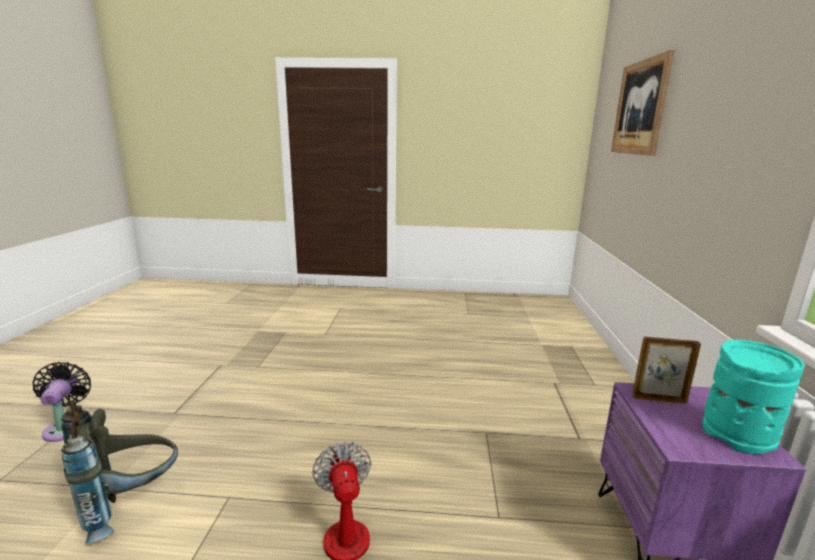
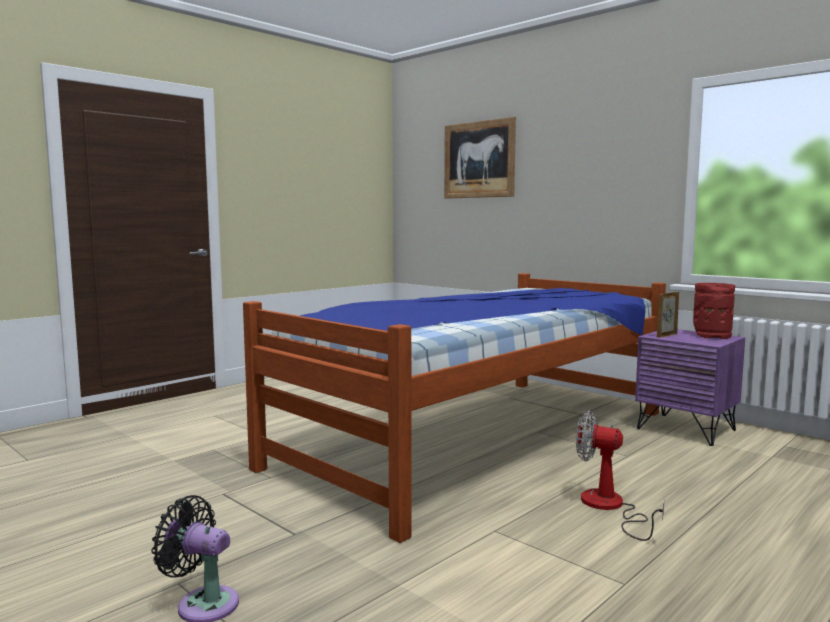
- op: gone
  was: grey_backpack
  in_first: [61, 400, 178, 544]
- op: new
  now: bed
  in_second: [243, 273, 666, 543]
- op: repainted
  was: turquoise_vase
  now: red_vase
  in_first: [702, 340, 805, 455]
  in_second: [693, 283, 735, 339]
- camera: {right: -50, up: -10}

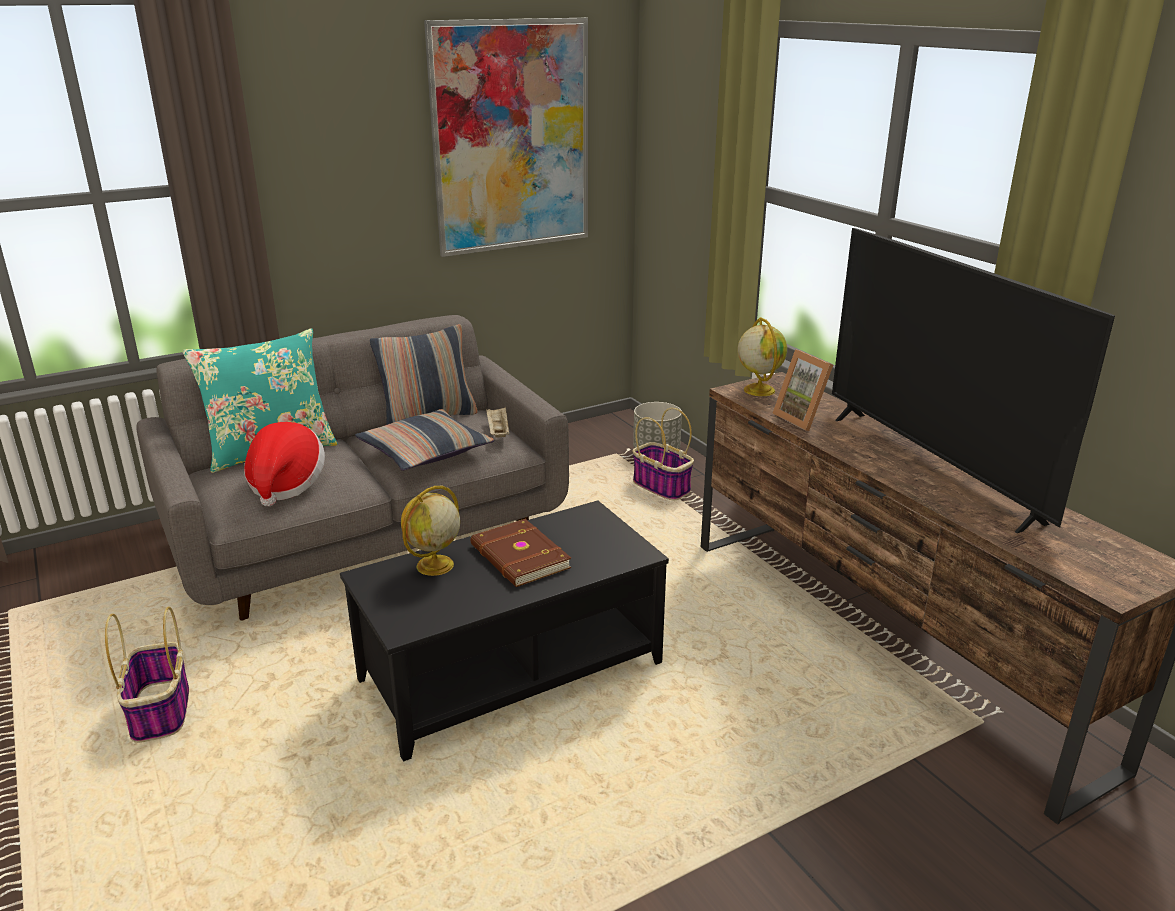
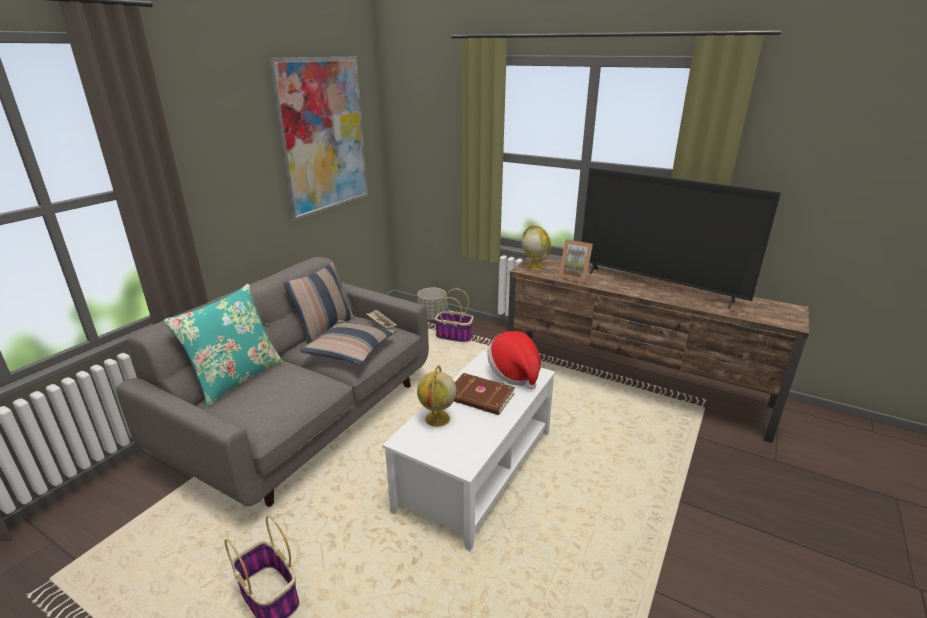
- op: shifted
  was: hat
  in_first: [244, 422, 325, 506]
  in_second: [487, 331, 541, 390]
- op: repainted
  was: black_coffee_table
  now: white_coffee_table
  in_first: [340, 501, 669, 761]
  in_second: [382, 351, 555, 551]
- camera: {right: -30, up: 0}

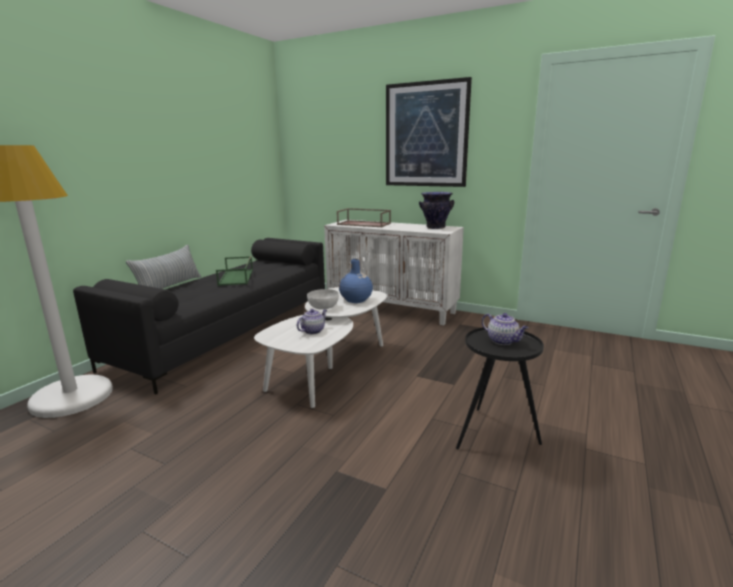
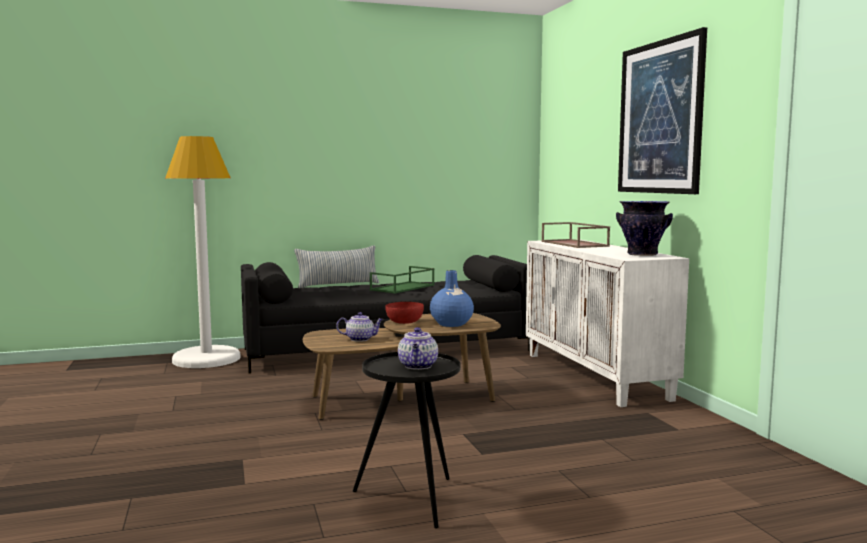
- op: repainted
  was: white_coffee_table
  now: brown_coffee_table
  in_first: [254, 287, 388, 408]
  in_second: [303, 313, 501, 420]
- op: repainted
  was: white_bowl
  now: red_bowl
  in_first: [307, 289, 339, 310]
  in_second: [385, 302, 424, 324]
- camera: {right: 45, up: -10}

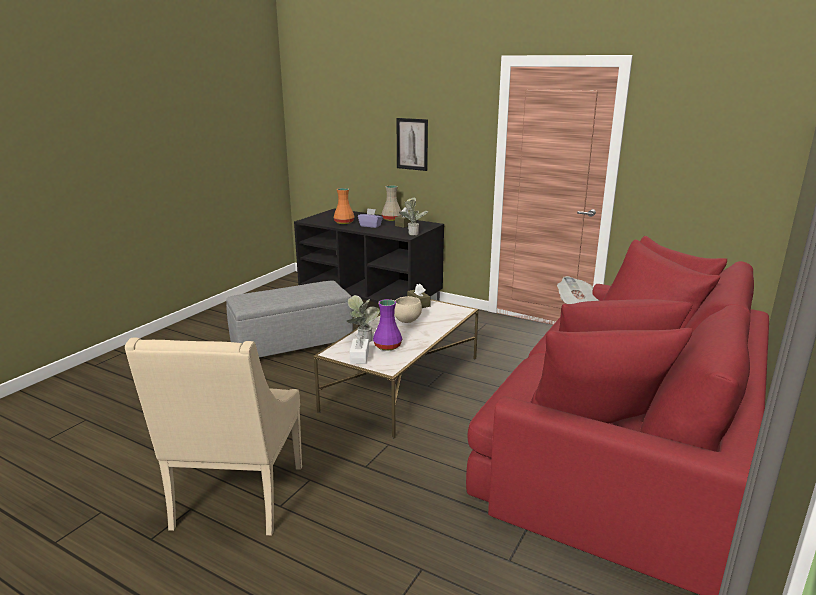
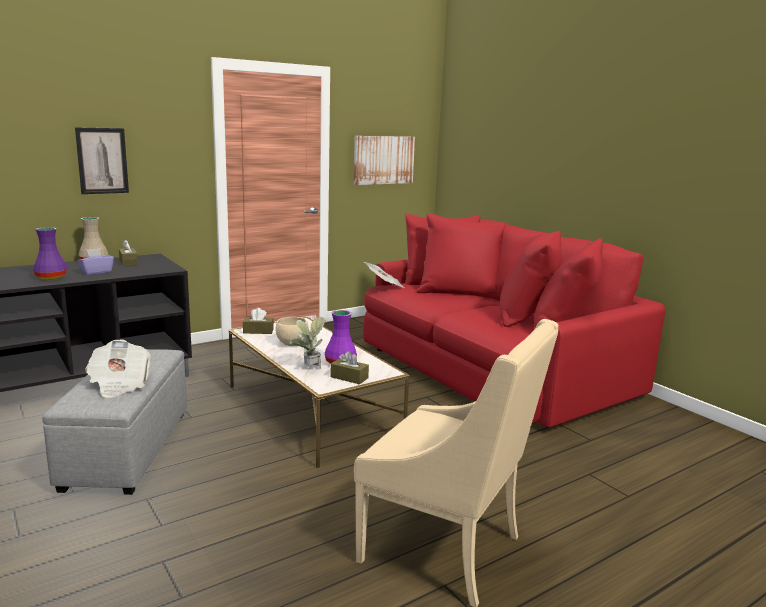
- op: gone
  was: potted_plant
  in_first: [399, 197, 428, 235]
- op: new
  now: newspaper
  in_second: [85, 340, 151, 398]
- op: new
  now: picture
  in_second: [354, 136, 415, 185]
- op: repainted
  was: orange_vase
  now: purple_vase
  in_first: [334, 188, 354, 224]
  in_second: [33, 227, 67, 279]
- op: repainted
  was: white_tissue_box
  now: brown_tissue_box
  in_first: [350, 333, 369, 364]
  in_second: [331, 351, 369, 384]
- camera: {right: -65, up: -5}

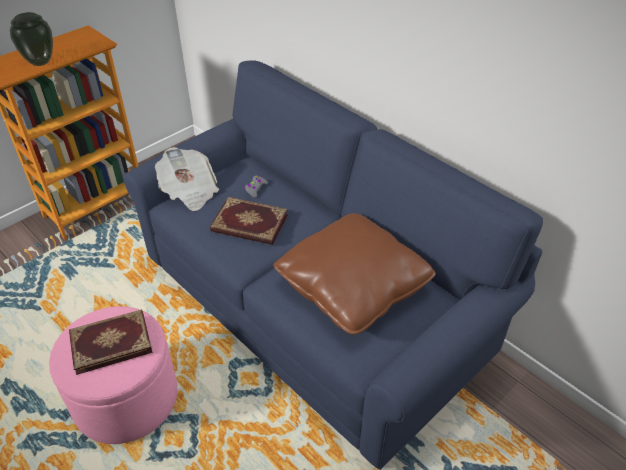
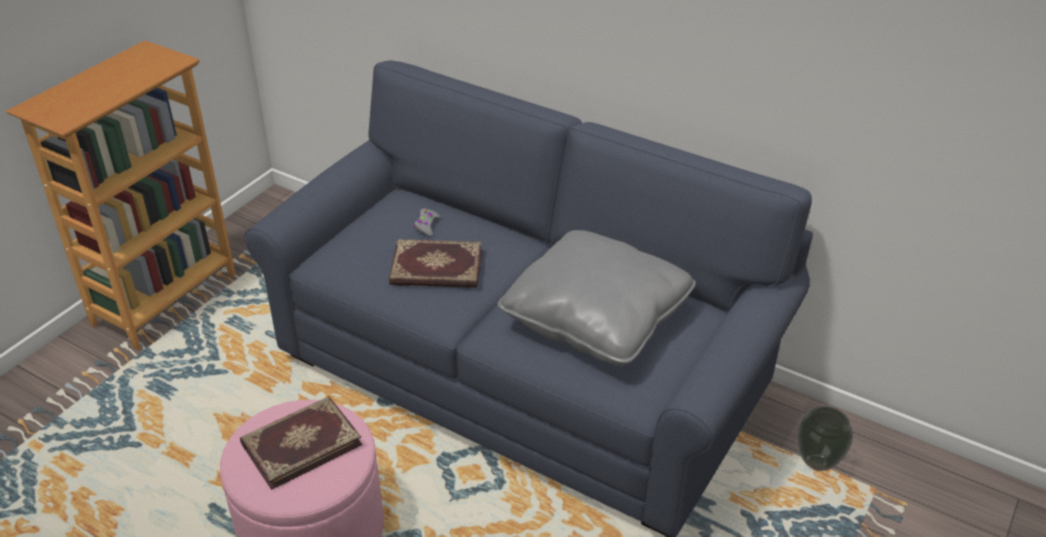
- op: gone
  was: newspaper
  in_first: [155, 147, 219, 211]
- op: shifted
  was: vase
  in_first: [10, 12, 53, 66]
  in_second: [798, 406, 853, 471]
- op: repainted
  was: brown_pillow
  now: grey_pillow
  in_first: [274, 213, 436, 335]
  in_second: [498, 230, 696, 366]
- camera: {right: -15, up: -5}

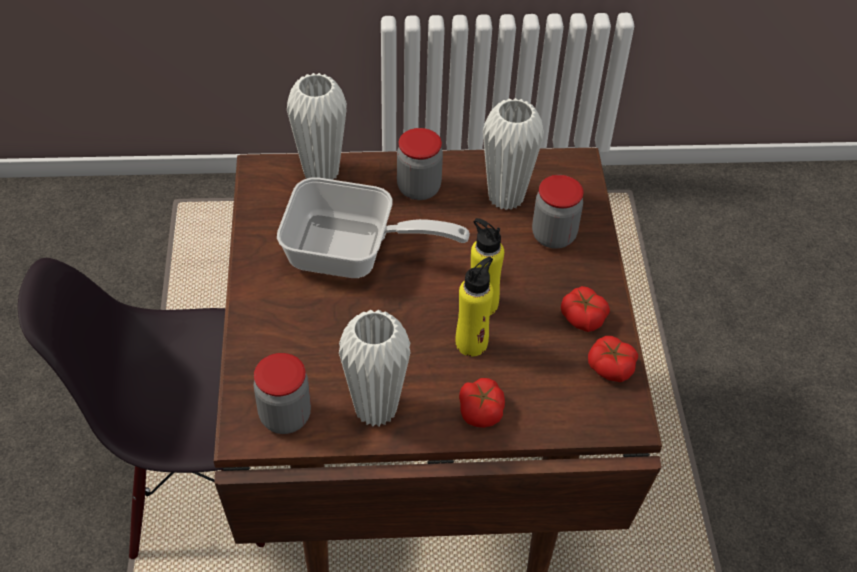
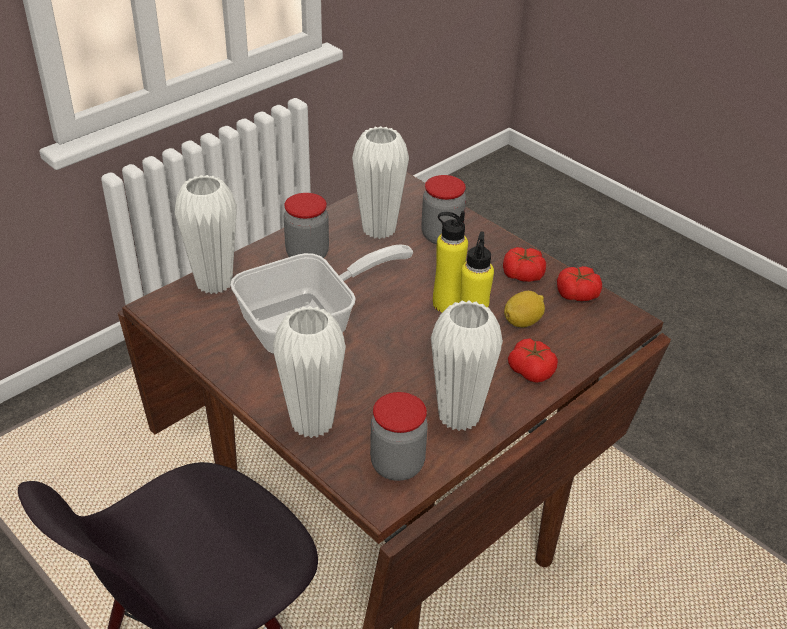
- op: new
  now: white_vase
  in_second: [273, 306, 346, 438]
- op: new
  now: lemon
  in_second: [504, 291, 545, 327]
- camera: {right: -40, up: -10}

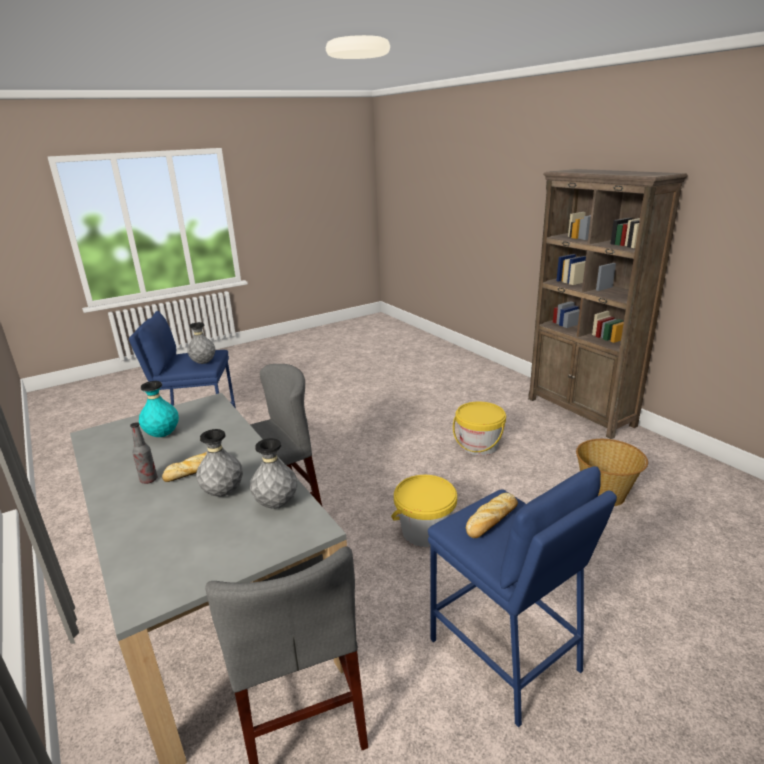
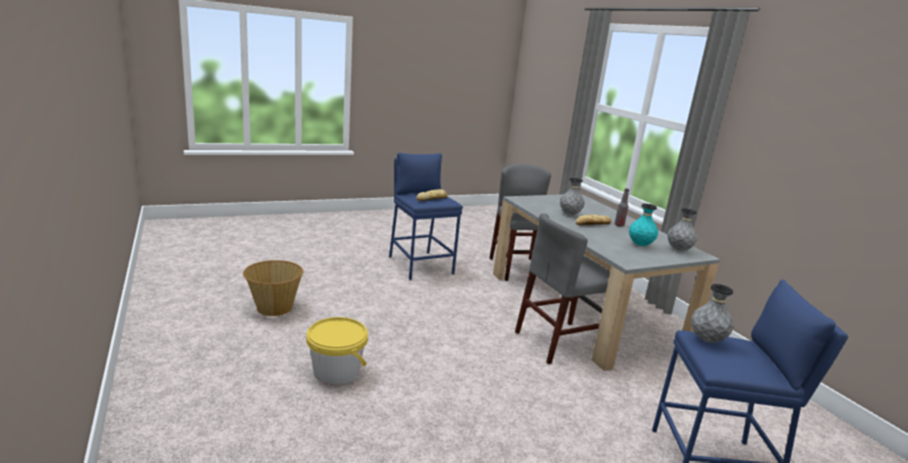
- op: gone
  was: yellow_bucket
  in_first: [391, 475, 457, 547]
- op: gone
  was: brown_bookcase
  in_first: [528, 169, 688, 439]
- op: shifted
  was: grey_vase
  in_first: [250, 438, 297, 509]
  in_second: [667, 208, 697, 251]
- camera: {right: -175, up: -5}

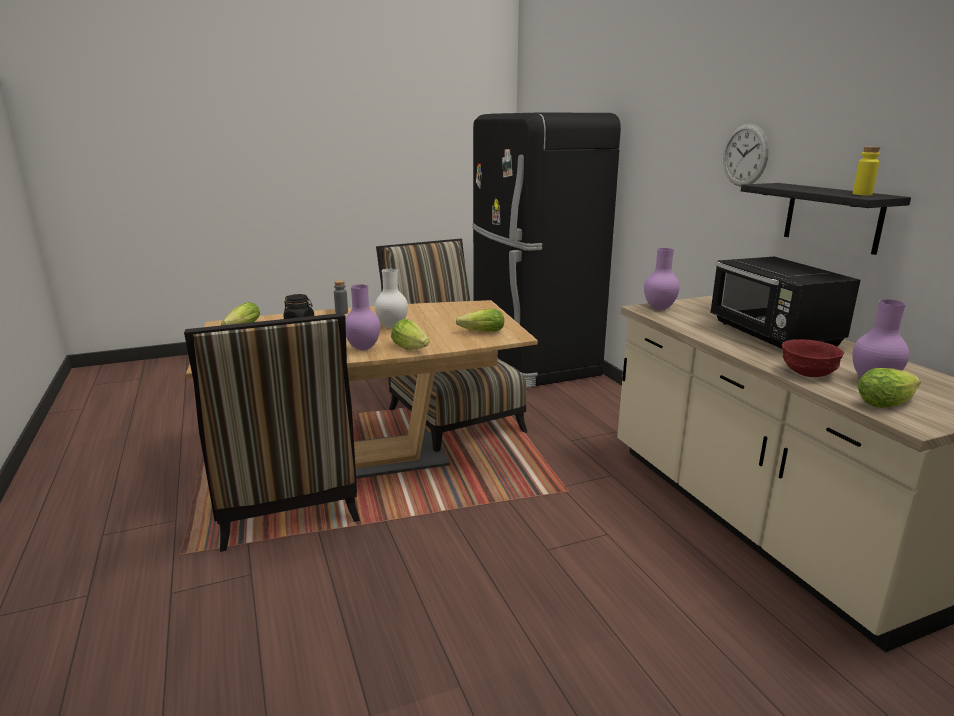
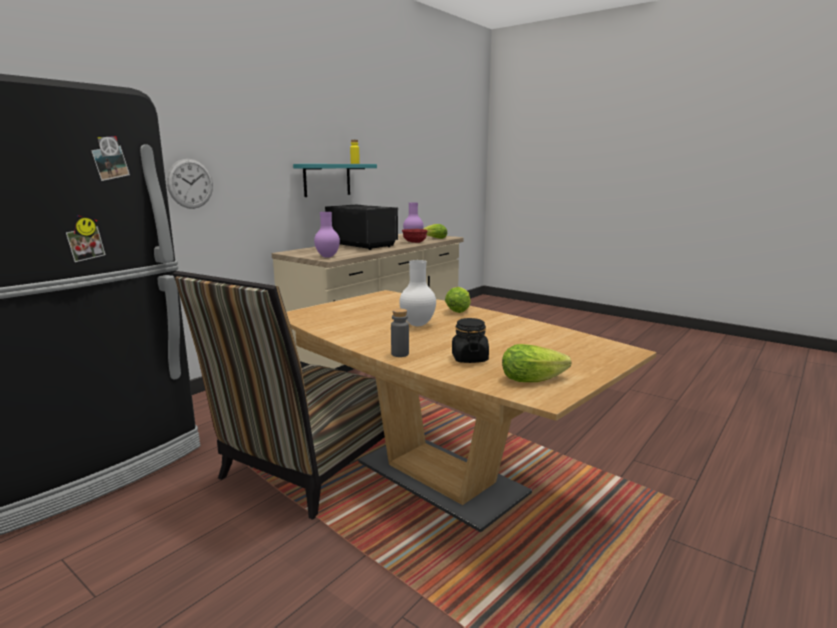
- op: gone
  was: chair
  in_first: [184, 313, 360, 552]
- op: gone
  was: purple_vase
  in_first: [345, 284, 380, 350]
- op: gone
  was: lettuce
  in_first: [456, 309, 504, 332]
- op: shifted
  was: wall_clock
  in_first: [723, 124, 769, 187]
  in_second: [167, 159, 213, 209]
- op: repainted
  was: black_shelf
  now: turquoise_shelf
  in_first: [741, 183, 911, 255]
  in_second: [293, 164, 377, 197]
- op: rotated
  was: black_microwave
  in_first: [710, 257, 860, 349]
  in_second: [325, 205, 399, 250]
  clockwise: -90
- camera: {right: -120, up: -5}

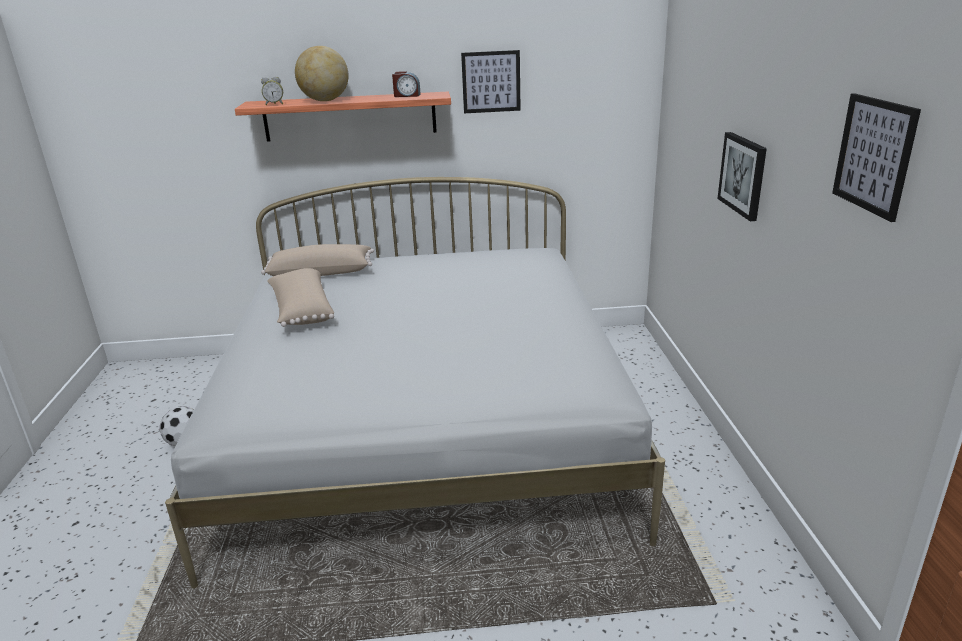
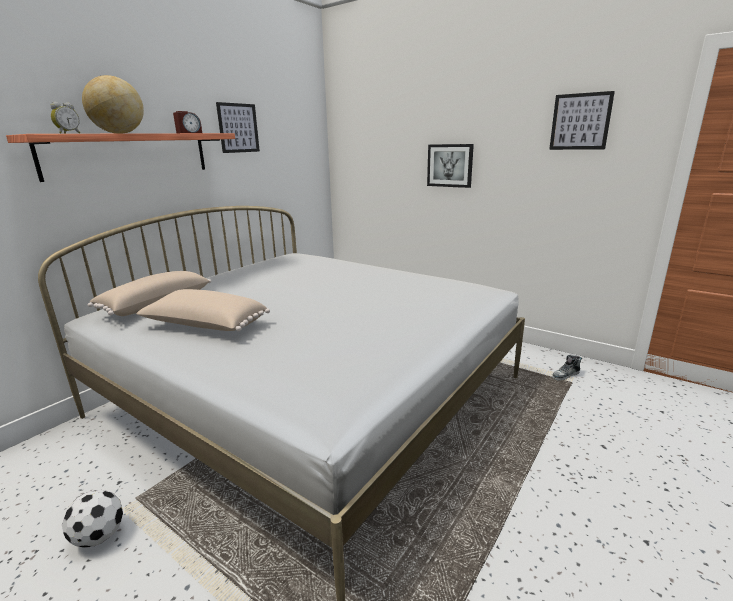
- op: new
  now: shoe
  in_second: [552, 355, 582, 381]
- camera: {right: -50, up: -5}

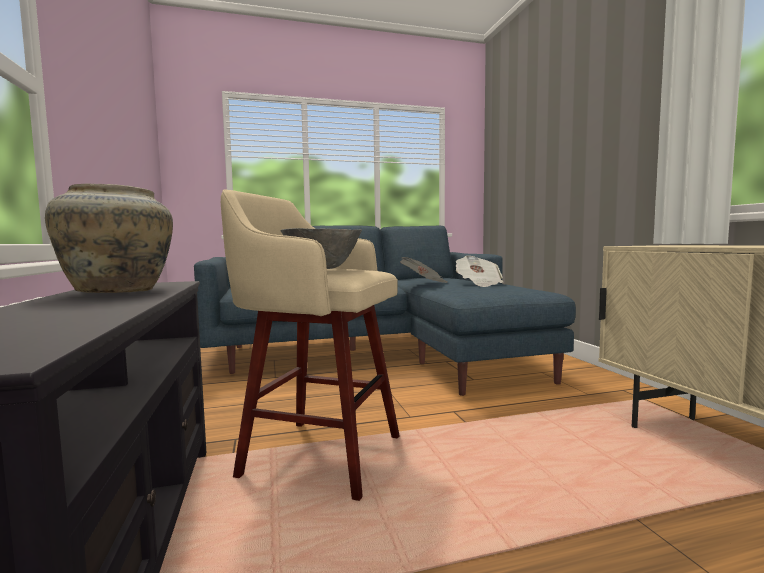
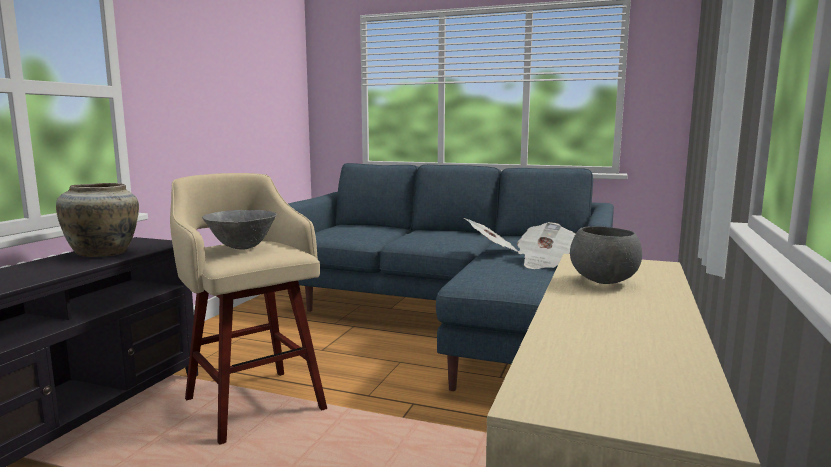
- op: new
  now: grey_bowl
  in_second: [570, 226, 642, 284]
- camera: {right: 35, up: 5}

